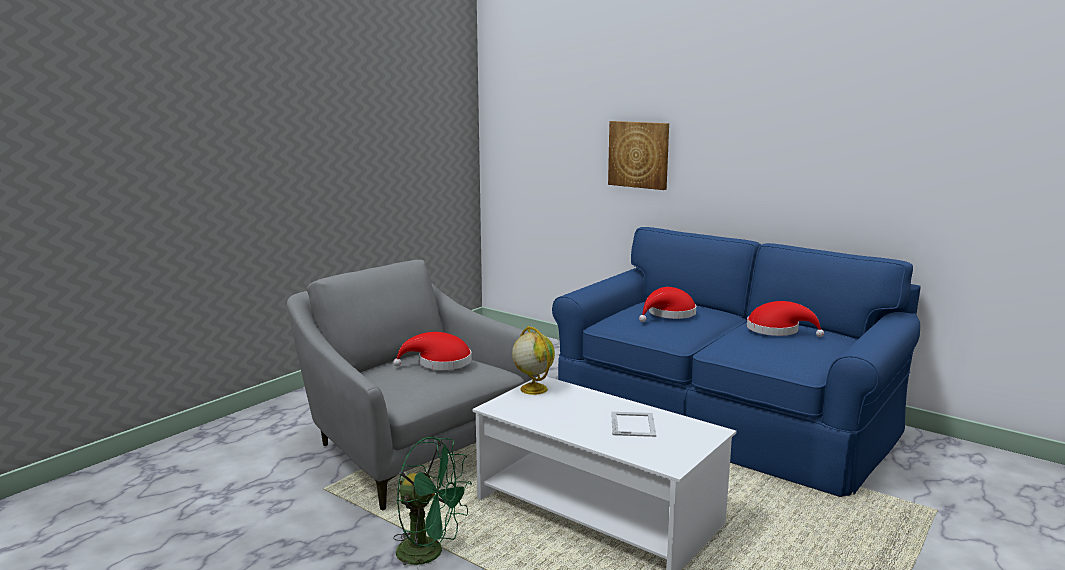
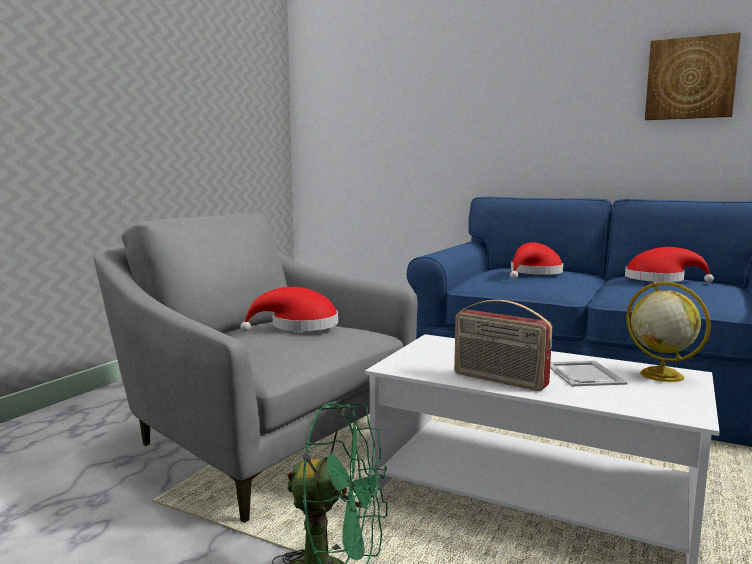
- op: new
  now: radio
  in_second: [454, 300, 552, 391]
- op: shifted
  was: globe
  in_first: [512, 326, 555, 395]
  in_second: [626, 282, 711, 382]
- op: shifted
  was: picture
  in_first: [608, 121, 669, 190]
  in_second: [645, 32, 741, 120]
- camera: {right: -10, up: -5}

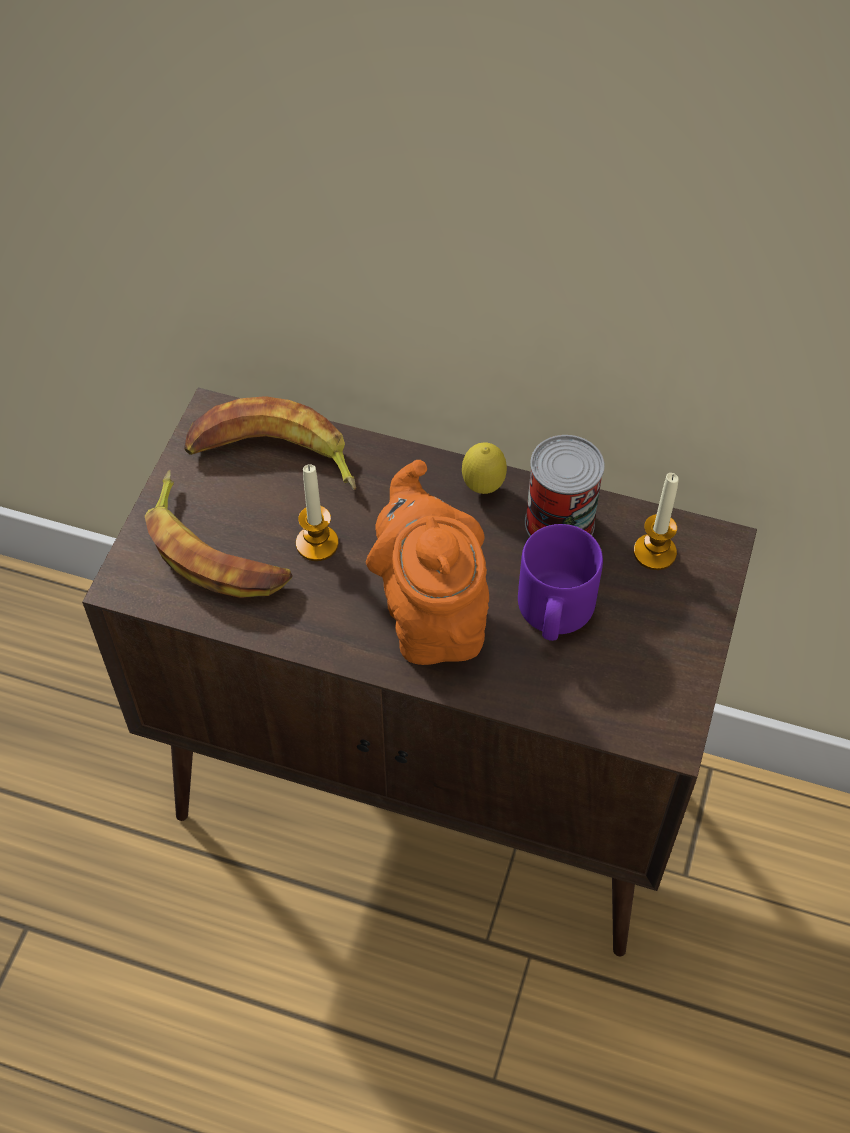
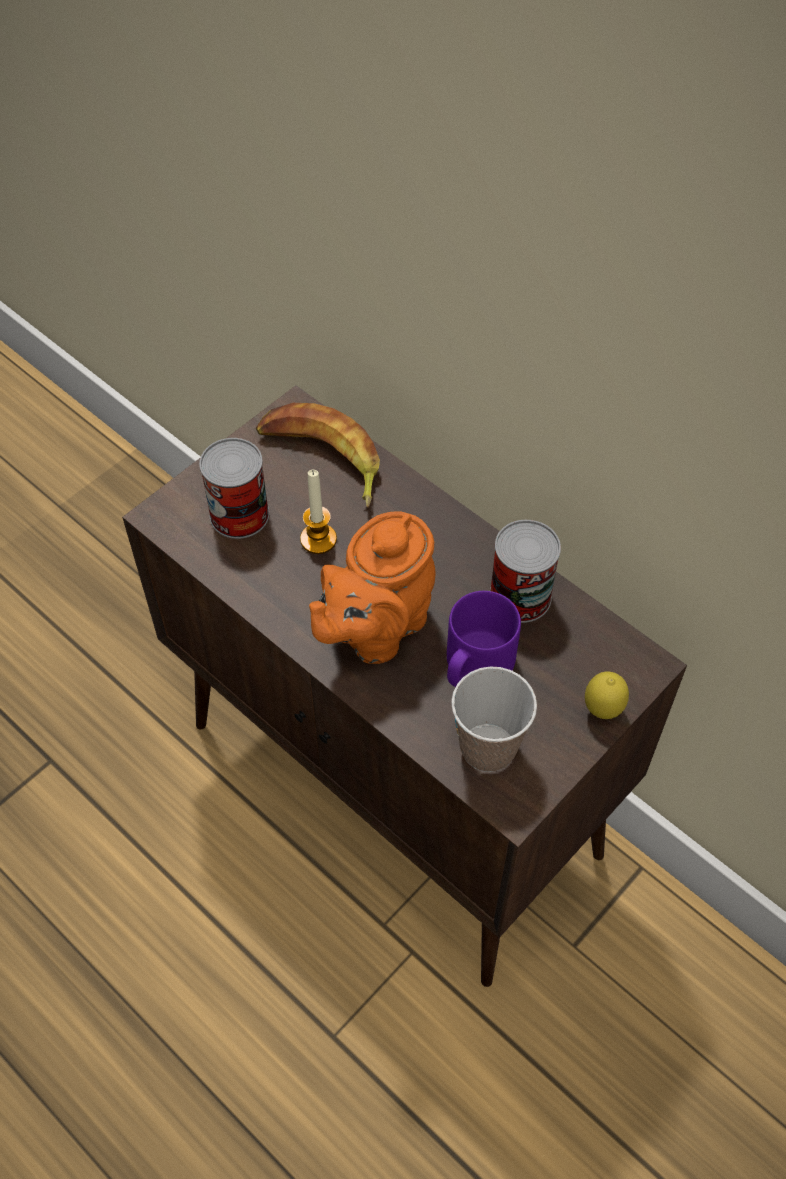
- op: gone
  was: candle
  in_first: [634, 473, 679, 570]
- op: new
  now: cup
  in_second: [451, 667, 537, 772]
- op: shifted
  was: lemon
  in_first: [462, 442, 507, 494]
  in_second: [585, 672, 629, 719]
- op: swapped
  was: banana
  now: can
  in_first: [145, 470, 293, 598]
  in_second: [199, 438, 269, 539]
- op: rotated
  was: orange_teapot
  in_first: [366, 460, 489, 665]
  in_second: [309, 511, 436, 664]
  clockwise: -150
- camera: {right: 25, up: 0}

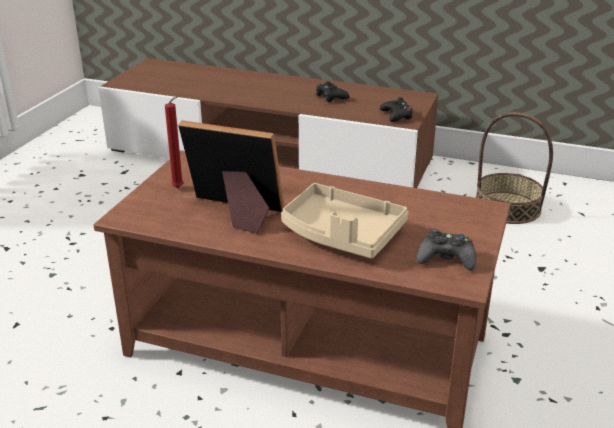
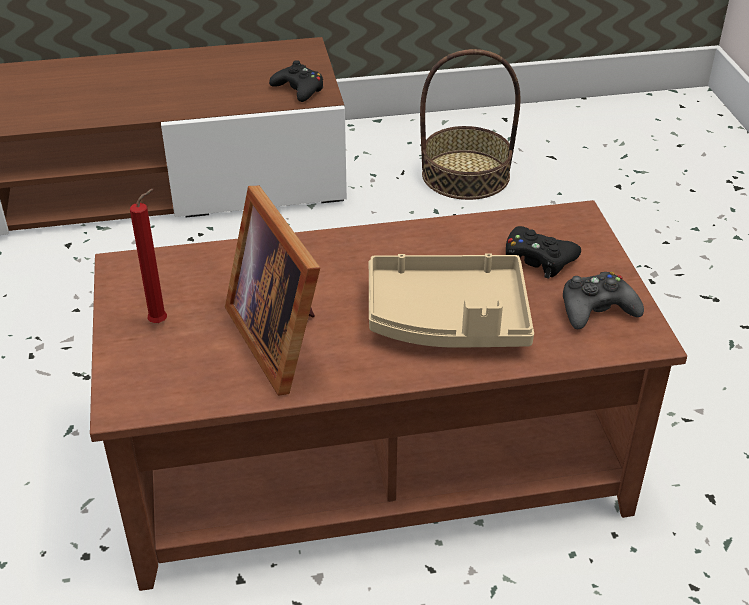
- op: shifted
  was: black_game_controller
  in_first: [316, 81, 349, 102]
  in_second: [506, 226, 581, 278]
- op: rotated
  was: picture_frame
  in_first: [178, 121, 284, 234]
  in_second: [225, 186, 320, 396]
  clockwise: -105
- camera: {right: -30, up: 10}

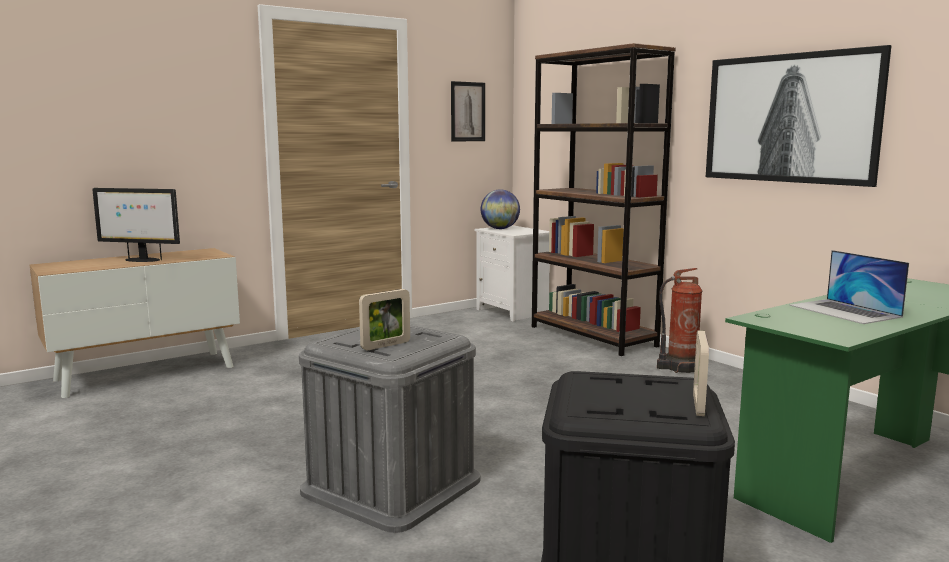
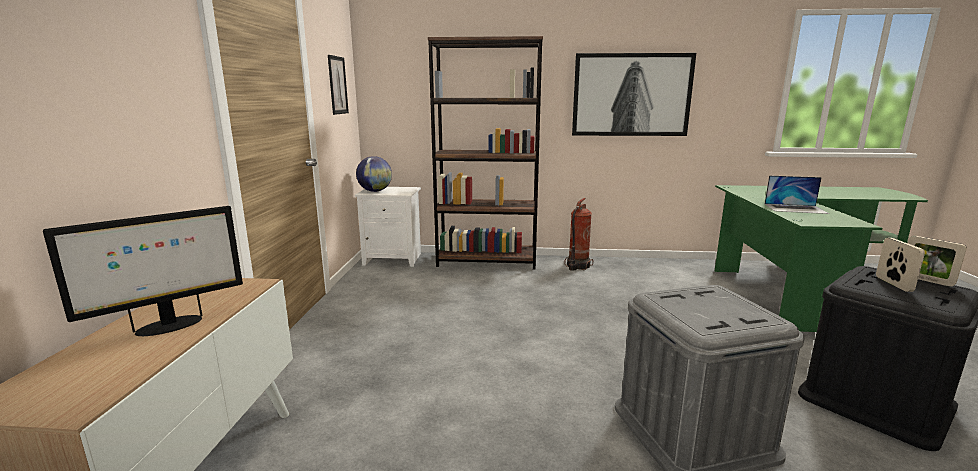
- op: shifted
  was: picture_frame
  in_first: [359, 289, 410, 350]
  in_second: [876, 238, 925, 292]
- camera: {right: -50, up: 5}

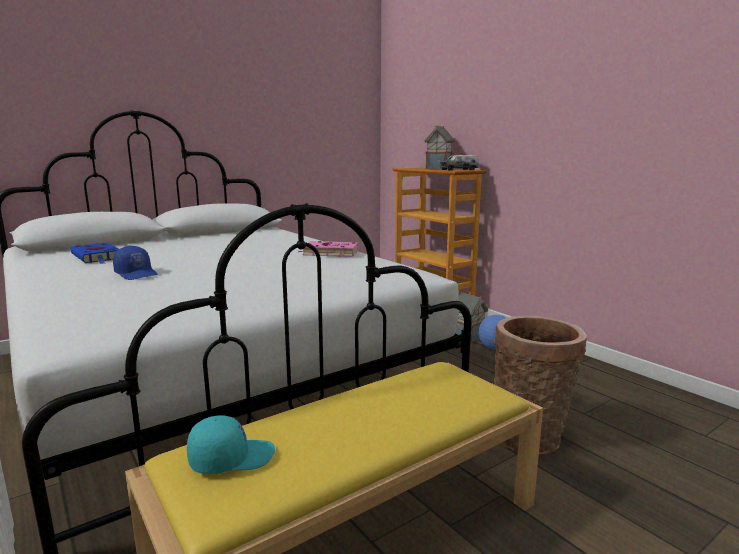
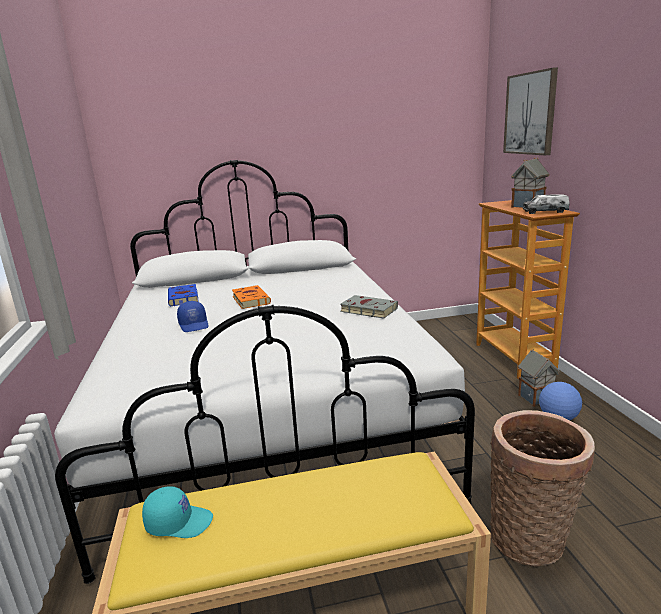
- op: new
  now: orange_book
  in_second: [232, 285, 271, 309]
- op: new
  now: picture
  in_second: [503, 67, 558, 155]
- op: repainted
  was: pink_book
  now: grey_book
  in_first: [299, 241, 358, 257]
  in_second: [340, 295, 398, 319]
- camera: {right: 25, up: 5}

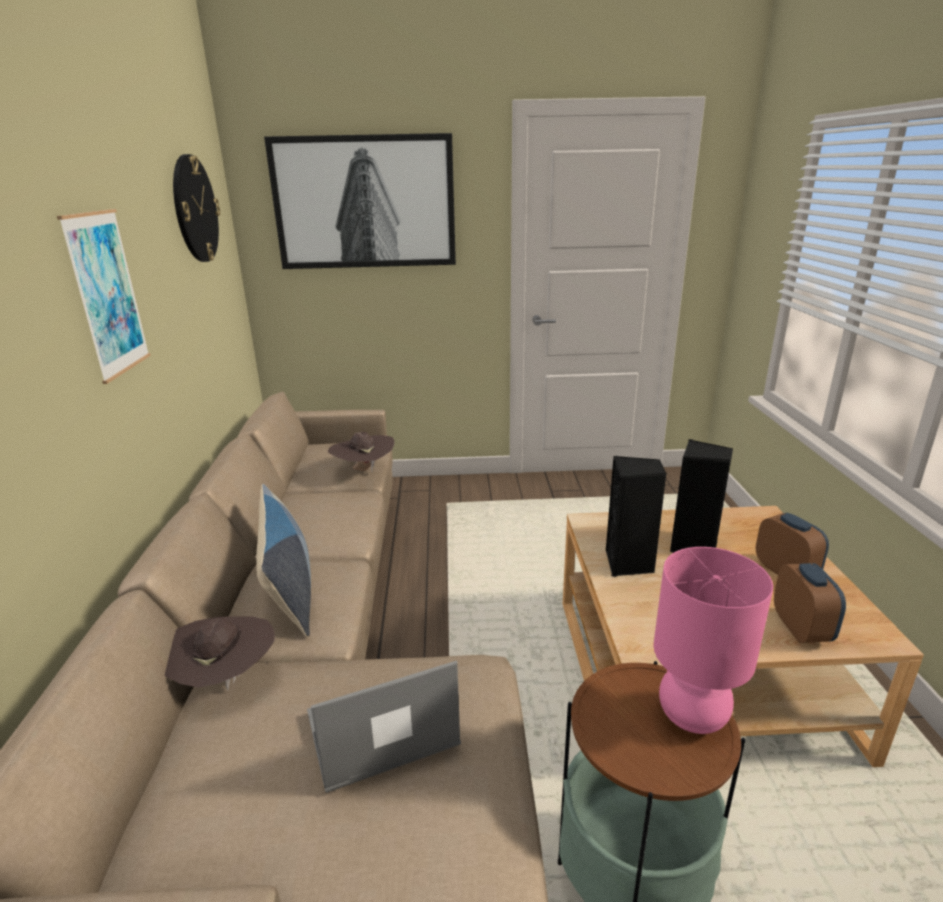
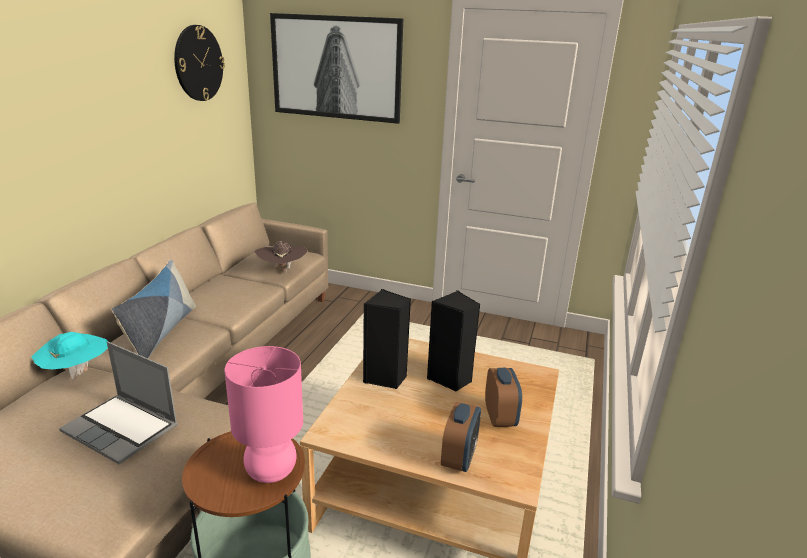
- op: gone
  was: picture
  in_first: [57, 209, 151, 384]
- op: repainted
  was: brown_hat
  now: turquoise_hat
  in_first: [164, 616, 275, 690]
  in_second: [32, 332, 109, 380]
- op: rotated
  was: laptop
  in_first: [307, 660, 461, 793]
  in_second: [59, 342, 178, 465]
  clockwise: -150
- camera: {right: 20, up: 0}

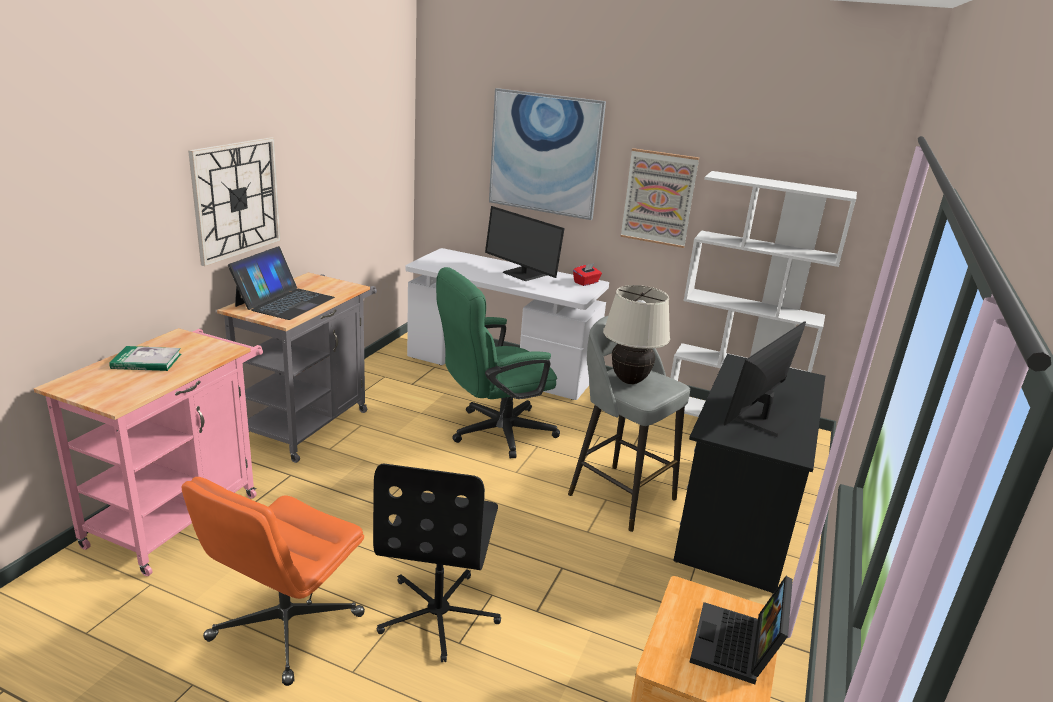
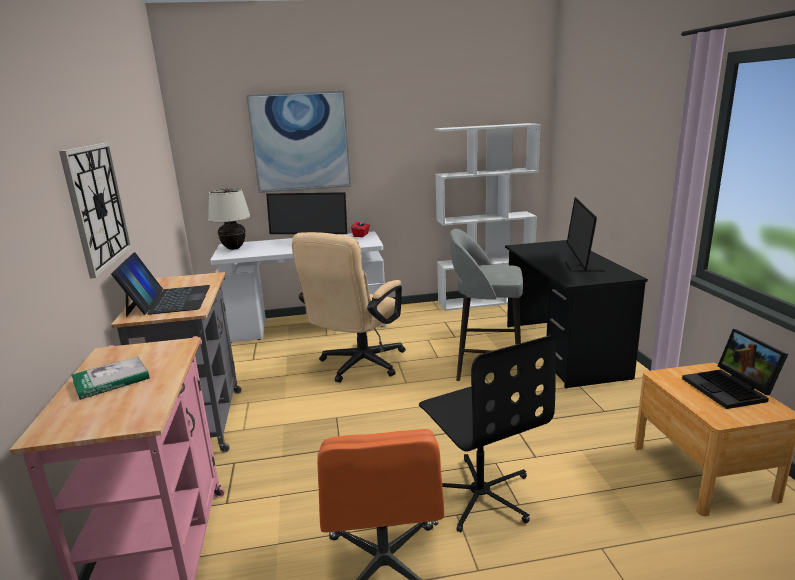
- op: gone
  was: picture
  in_first: [620, 148, 699, 248]
- op: shifted
  was: beige_table_lamp
  in_first: [603, 285, 670, 384]
  in_second: [208, 188, 251, 250]
- op: repainted
  was: green_office_chair
  now: beige_office_chair
  in_first: [436, 267, 560, 459]
  in_second: [292, 232, 405, 383]
- camera: {right: -30, up: -5}

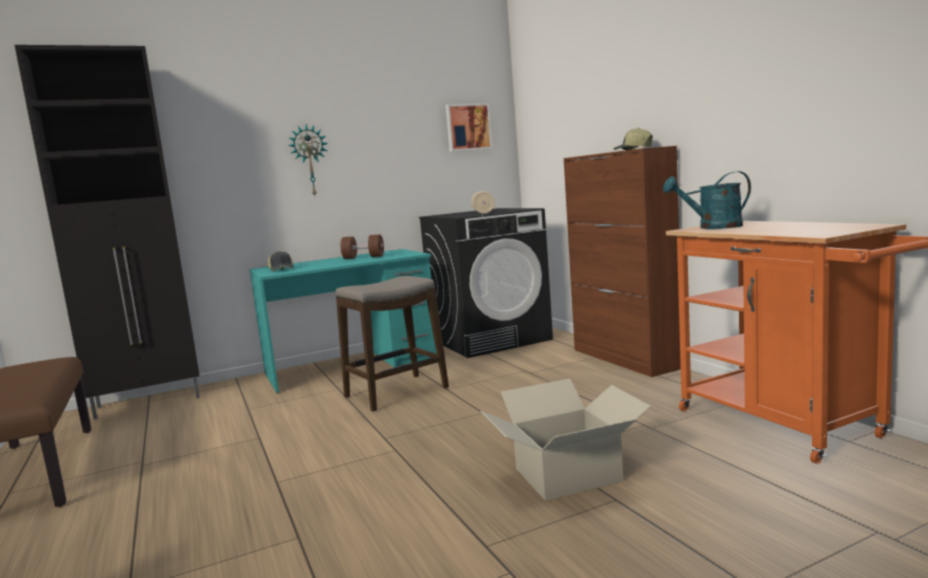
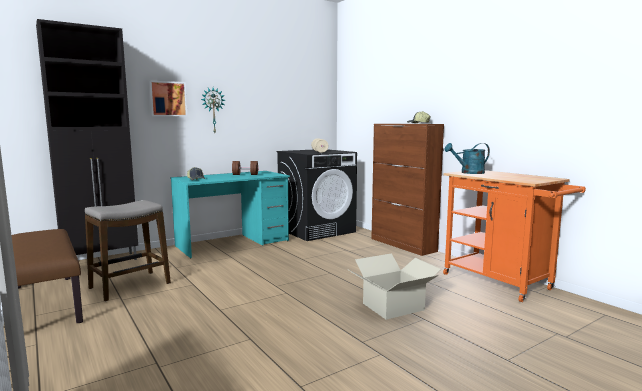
- op: shifted
  was: stool
  in_first: [336, 276, 449, 412]
  in_second: [85, 200, 171, 301]
- op: shifted
  was: picture
  in_first: [445, 103, 493, 152]
  in_second: [149, 80, 188, 117]
- camera: {right: -10, up: 0}

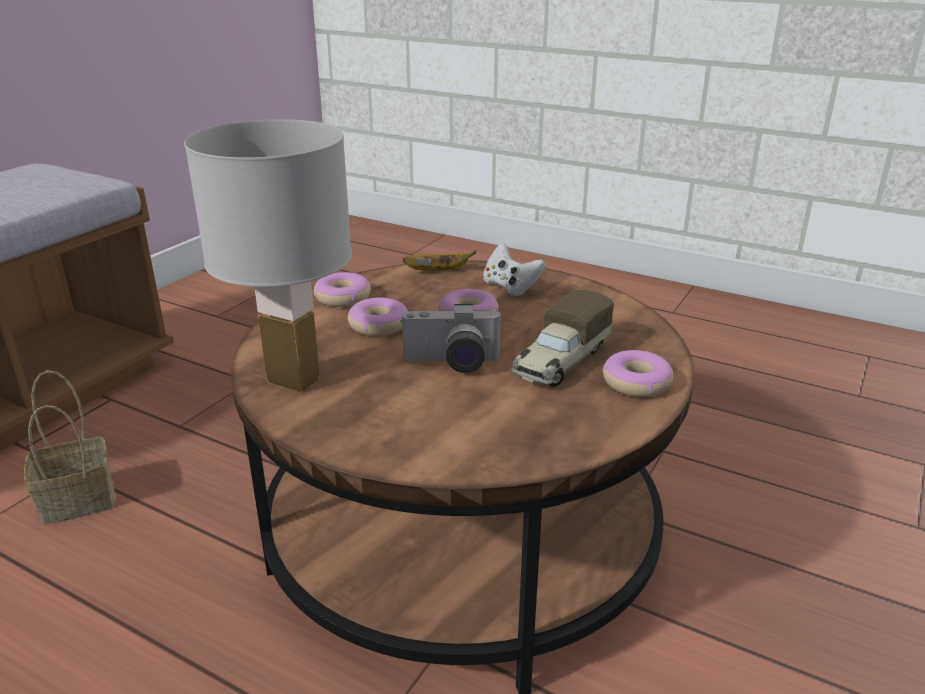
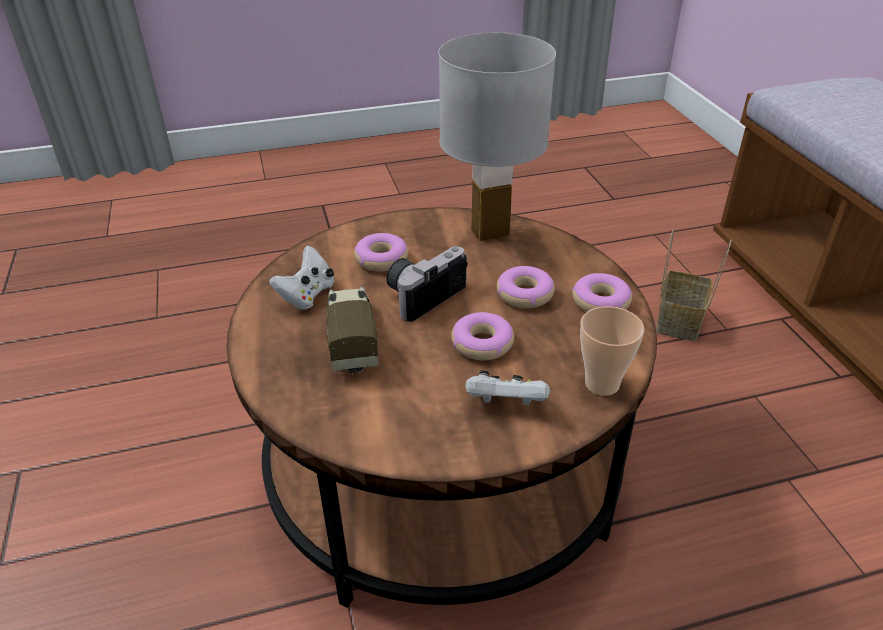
- op: new
  now: white_game_controller
  in_second: [269, 246, 334, 310]
- op: shifted
  was: donut
  in_first: [602, 350, 673, 397]
  in_second: [354, 233, 408, 272]
- op: swapped
  was: banana
  now: cup
  in_first: [403, 250, 476, 271]
  in_second: [580, 306, 644, 396]
- camera: {right: 135, up: 10}

